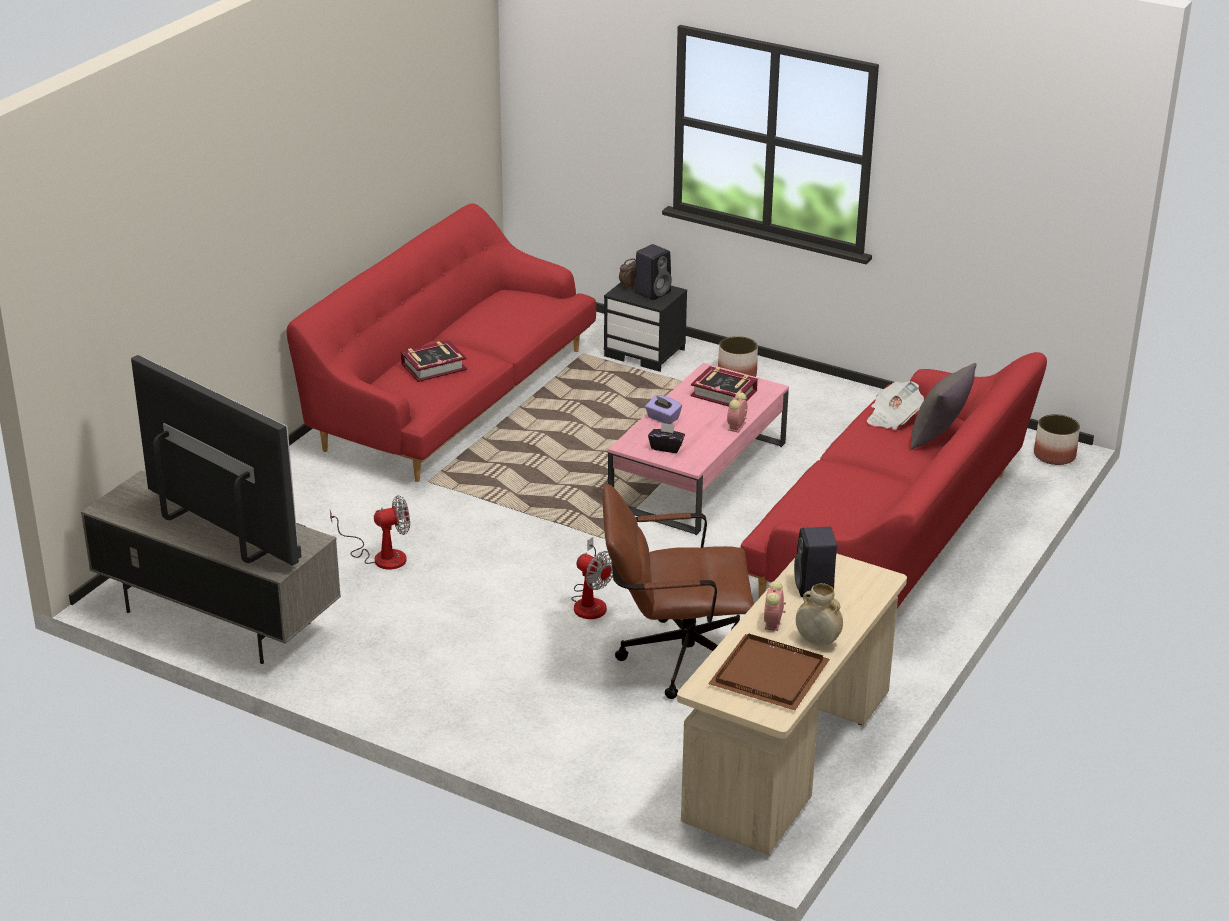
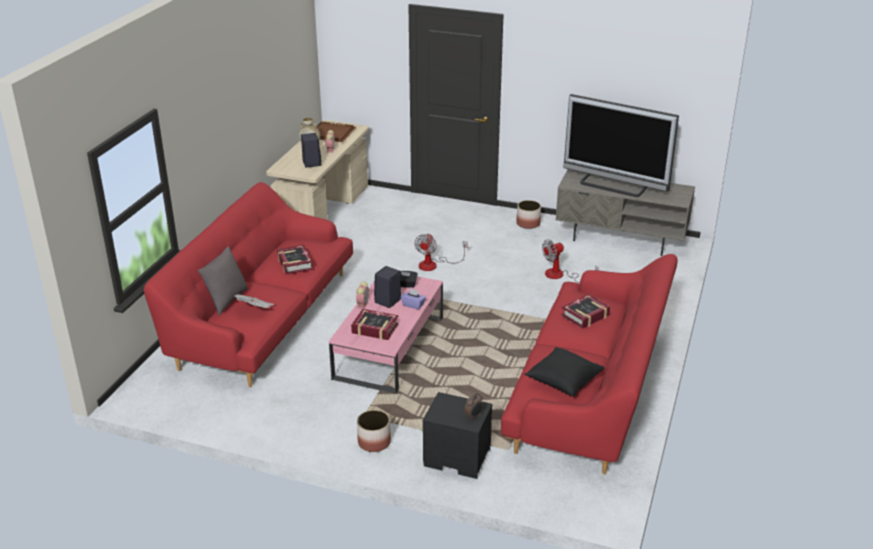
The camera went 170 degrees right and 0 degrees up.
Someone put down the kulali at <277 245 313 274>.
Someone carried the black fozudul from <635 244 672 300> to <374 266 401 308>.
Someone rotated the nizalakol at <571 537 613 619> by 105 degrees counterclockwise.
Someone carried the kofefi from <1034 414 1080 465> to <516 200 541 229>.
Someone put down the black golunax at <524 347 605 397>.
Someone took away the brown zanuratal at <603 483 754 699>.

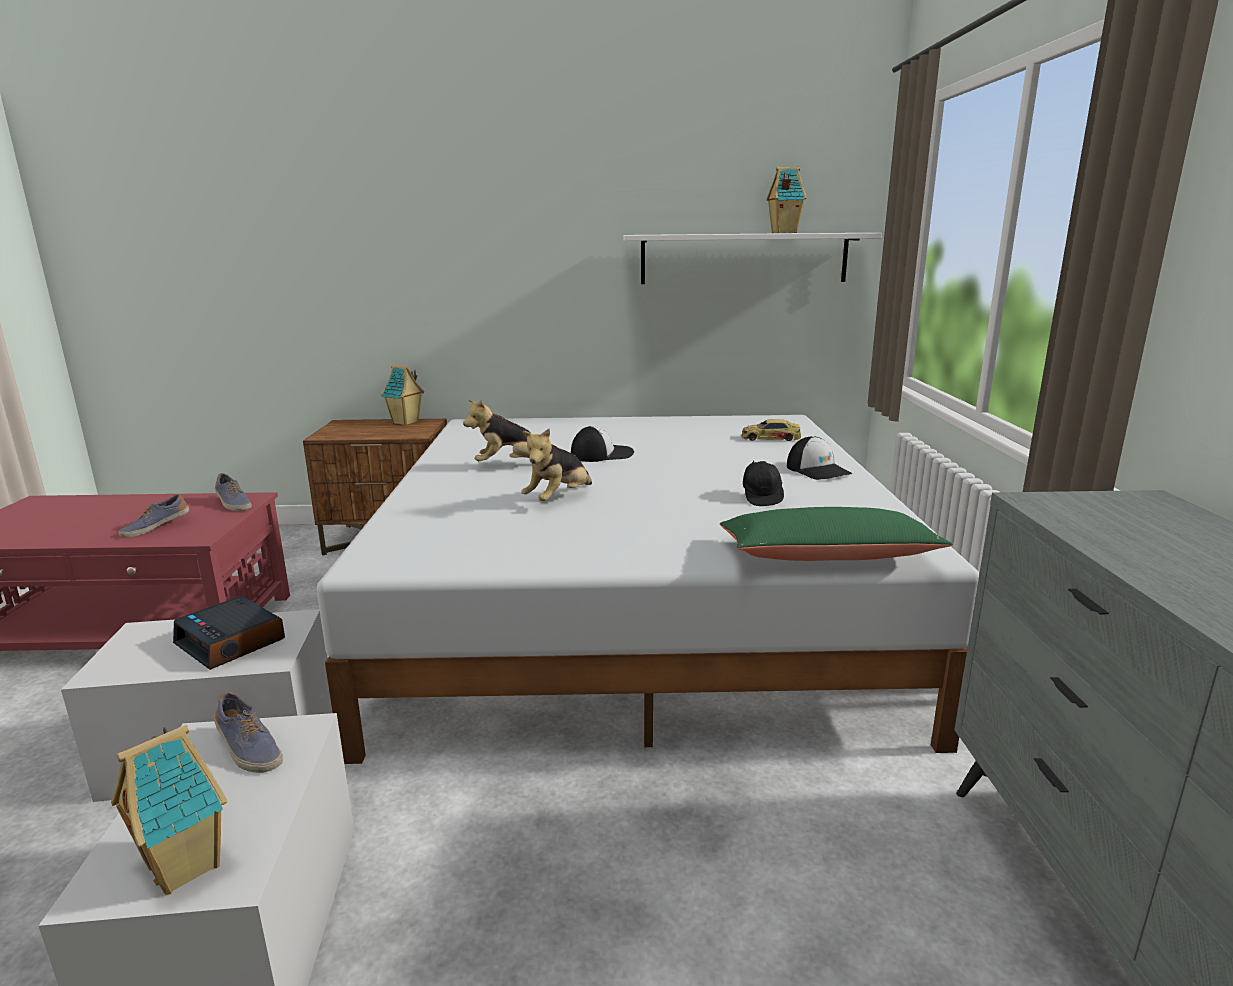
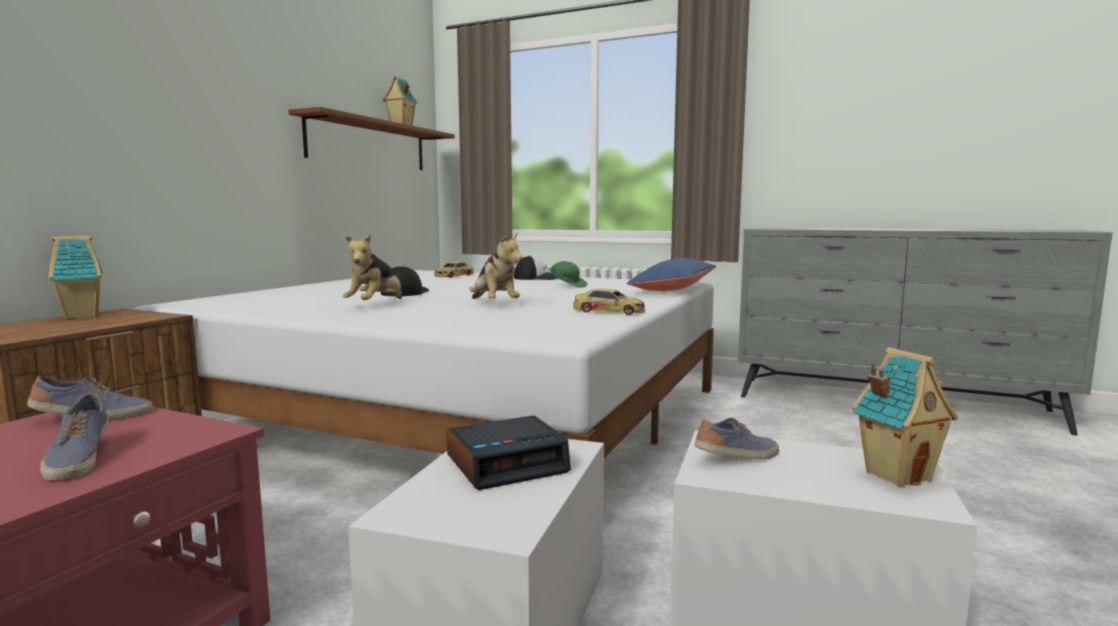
The camera went 65 degrees left and 10 degrees down.
Someone repainted the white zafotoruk at <623 233 882 284>, which became the brown zafotoruk at <288 107 455 170>.
Someone repainted the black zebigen at <743 460 784 506>, which became the green zebigen at <545 261 587 288>.
Someone put down the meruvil at <573 289 645 315>.
Someone repainted the green golunax at <720 507 953 561>, which became the blue golunax at <627 258 717 291>.

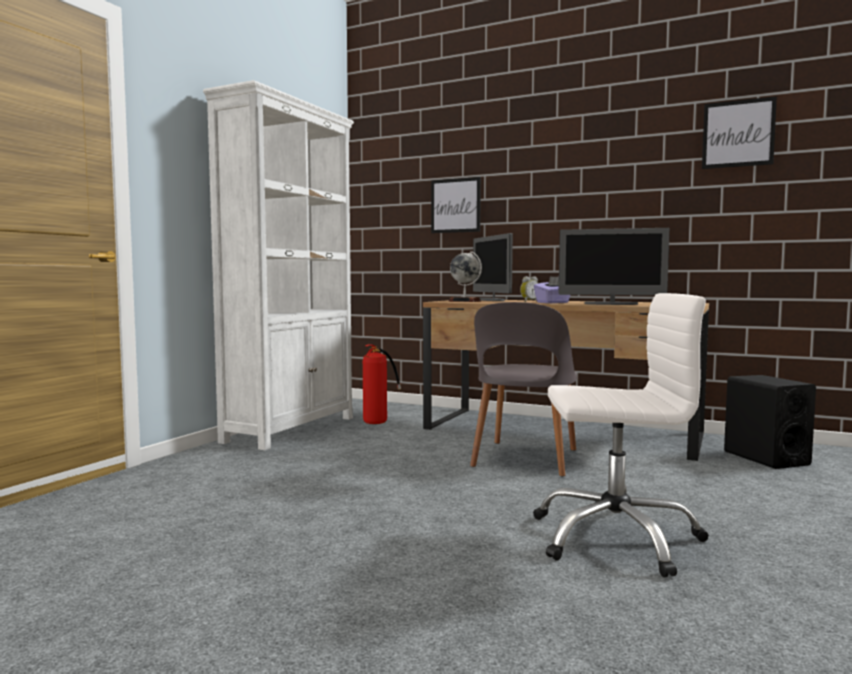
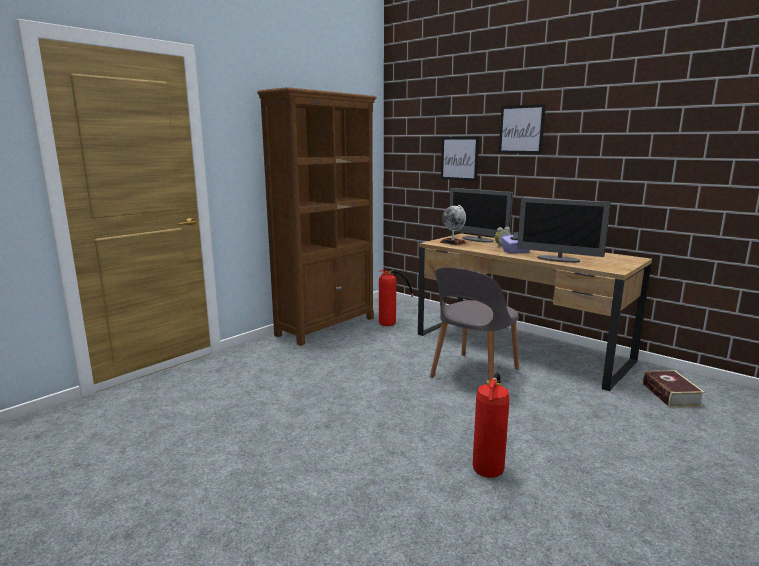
The camera went 15 degrees right and 10 degrees up.
Someone repainted the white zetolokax at <203 80 354 450>, which became the brown zetolokax at <257 87 377 346>.
Someone rotated the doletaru at <473 233 513 301> by 45 degrees counterclockwise.
Someone swapped the white zanuratal at <533 293 709 578> for the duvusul at <473 373 510 478>.
Someone carried the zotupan from <702 96 777 169> to <499 104 546 154>.
Someone swapped the black fozudul at <724 375 816 469> for the kulali at <643 371 705 407>.

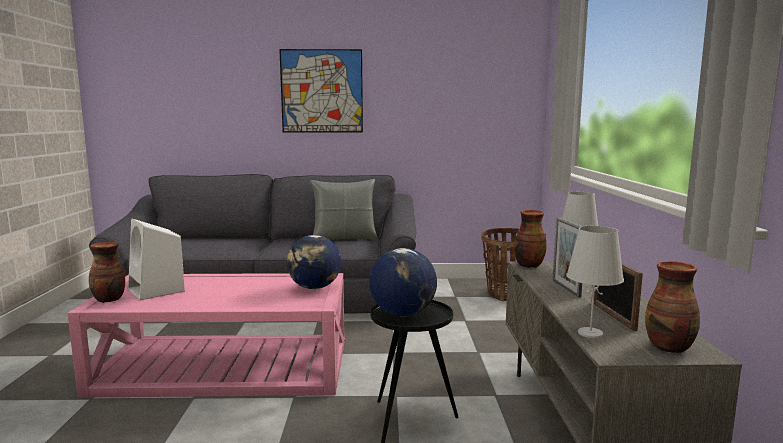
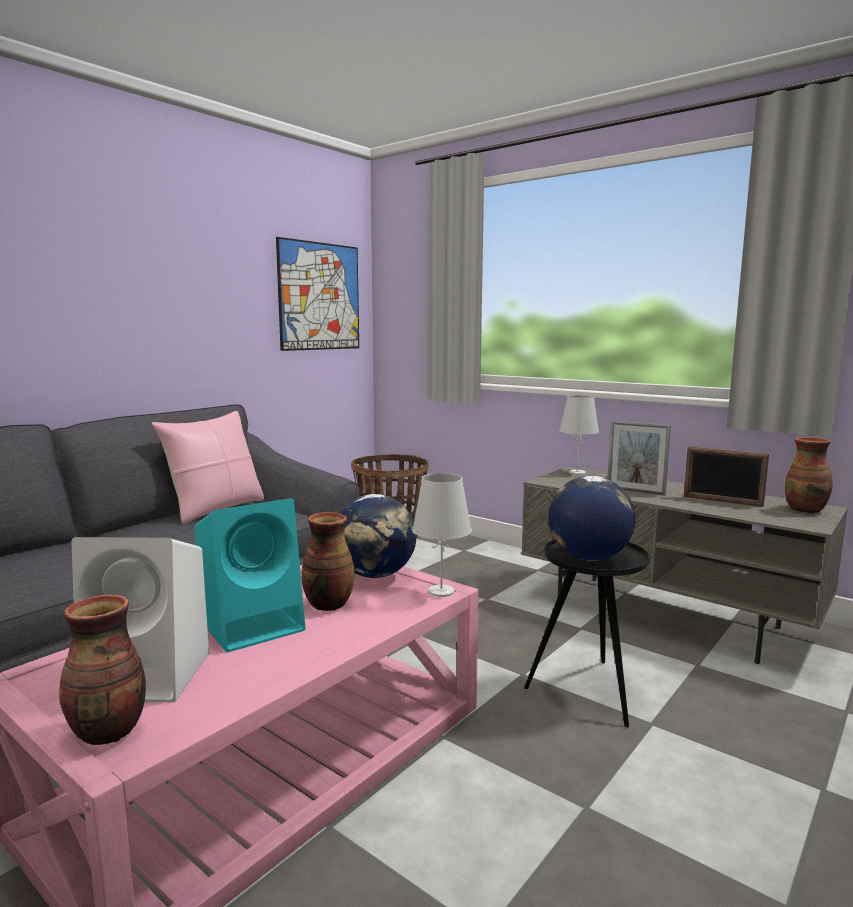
The camera went 50 degrees left and 0 degrees up.
Someone repainted the grey golunax at <310 179 378 240>, which became the pink golunax at <152 411 264 524>.
Someone put down the turquoise fozudul at <194 498 306 653>.
Someone carried the zotupan from <279 49 363 133> to <276 237 359 351>.
Someone carried the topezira from <514 210 547 268> to <301 512 355 611>.
Someone carried the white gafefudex from <566 226 624 338> to <412 473 472 597>.

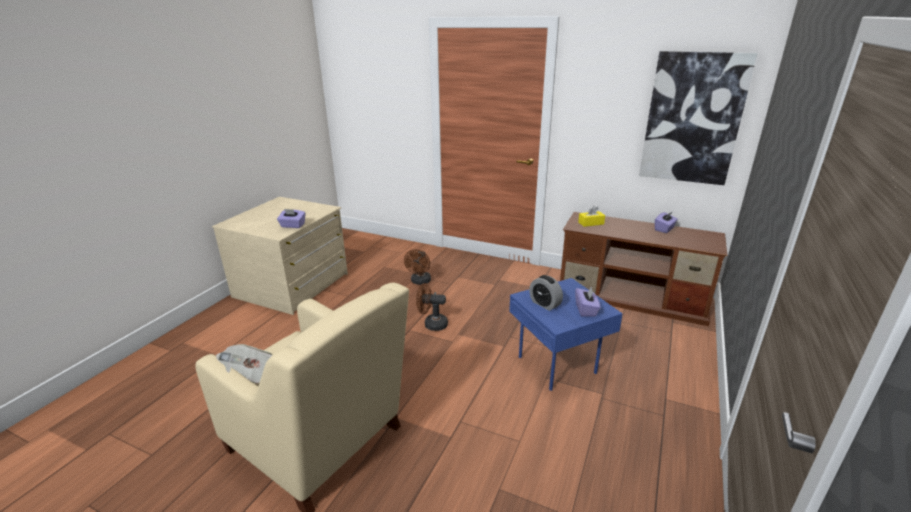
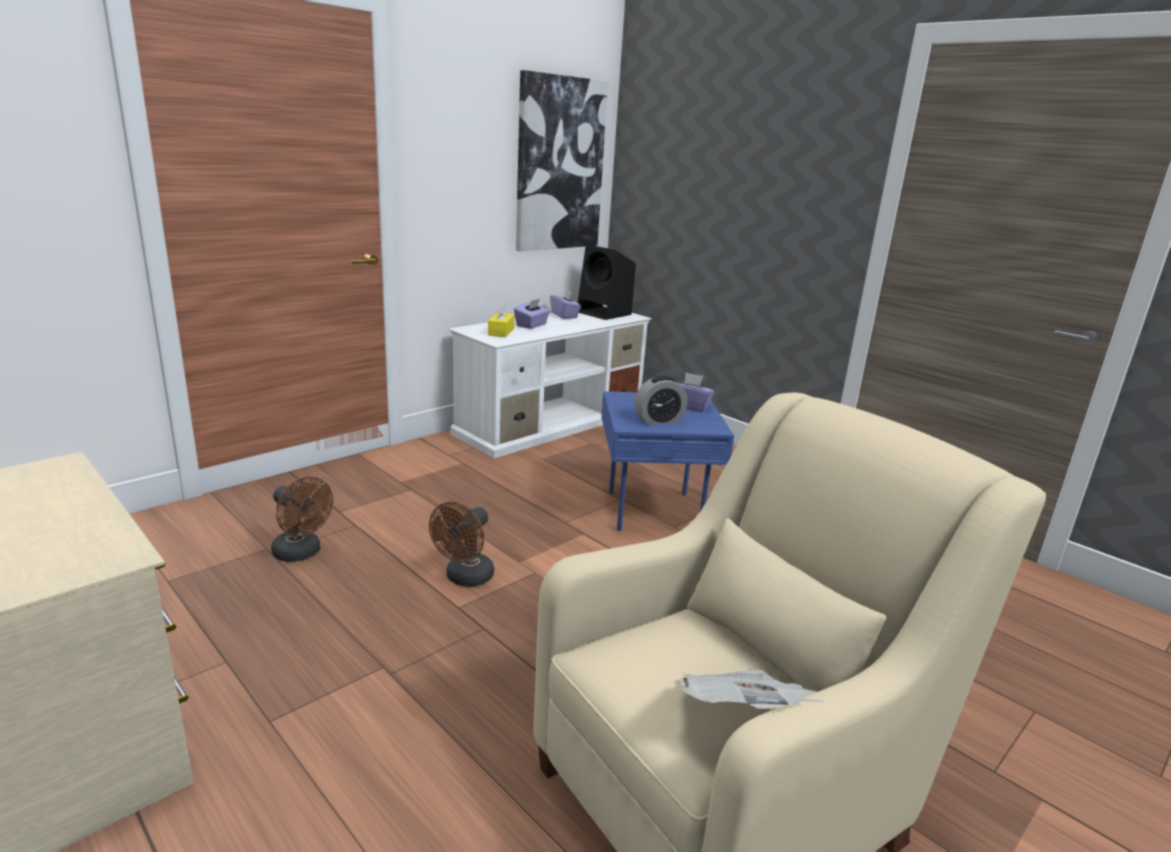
The camera went 70 degrees left and 5 degrees down.
Someone repainted the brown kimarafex at <560 212 727 326>, which became the white kimarafex at <449 305 651 458>.
Someone carried the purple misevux from <277 209 306 228> to <514 299 550 329>.
Someone put down the black fozudul at <578 244 636 320>.

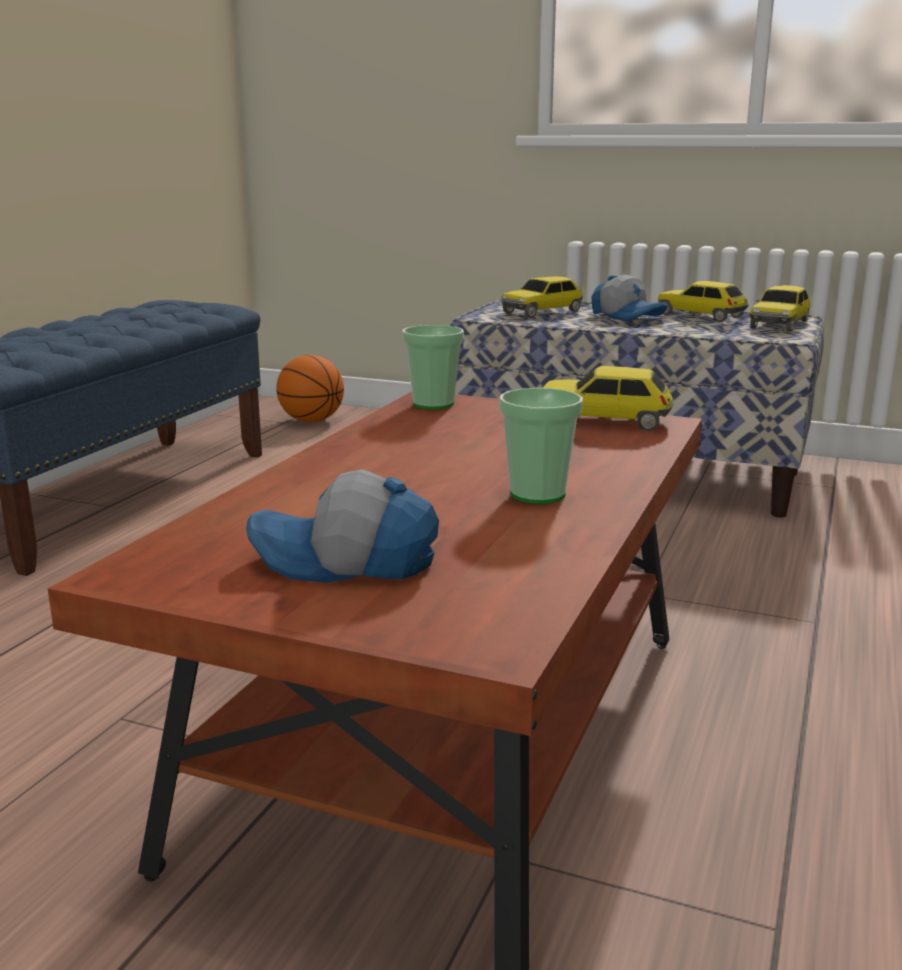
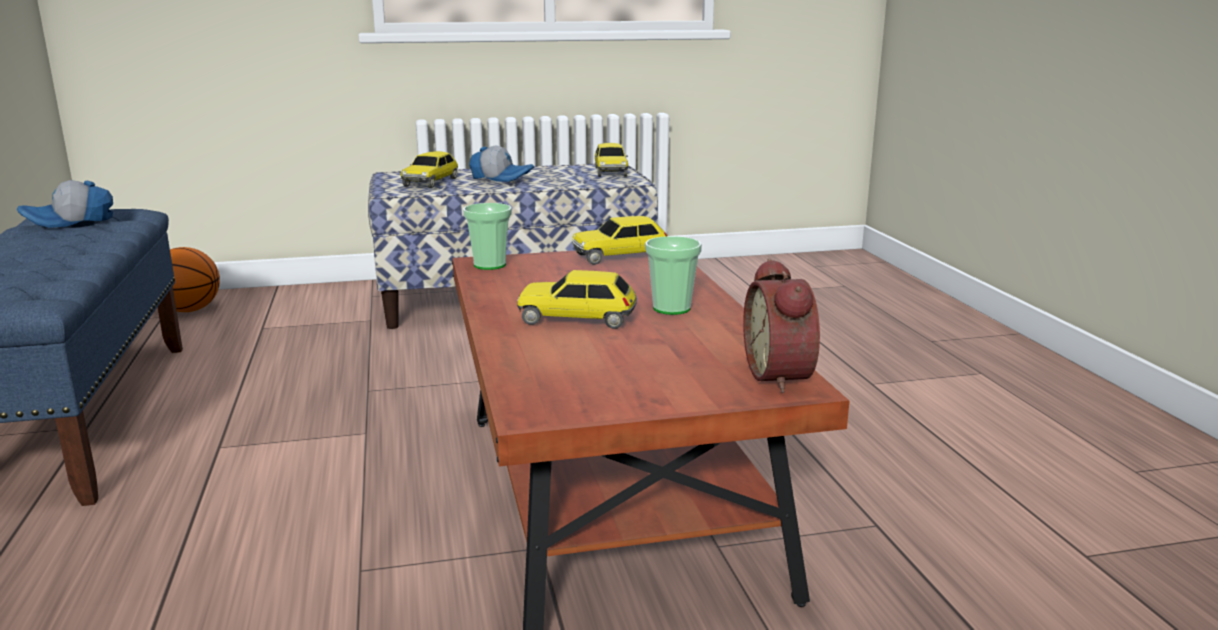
The camera went 35 degrees left and 0 degrees up.
Someone carried the zebigen from <246 469 439 583> to <17 180 113 228>.
Someone carried the meruvil from <658 281 749 322> to <517 270 637 329>.
Someone put down the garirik at <743 258 820 393>.

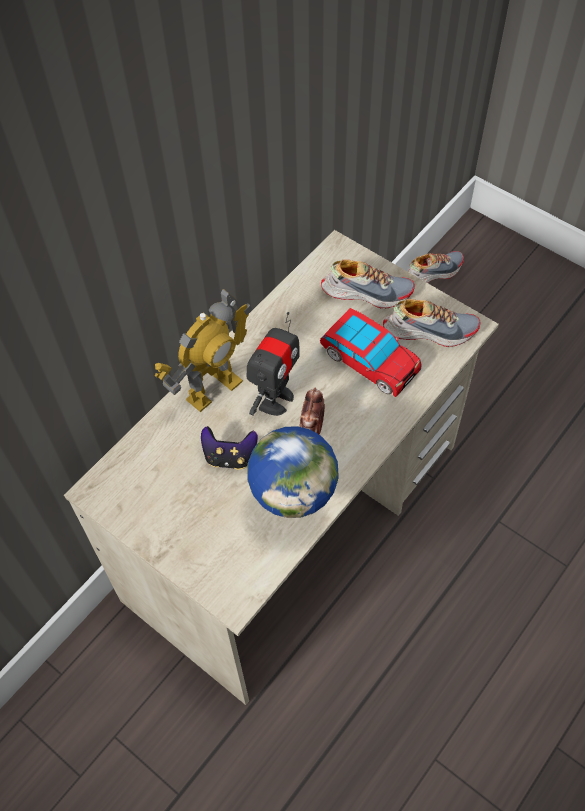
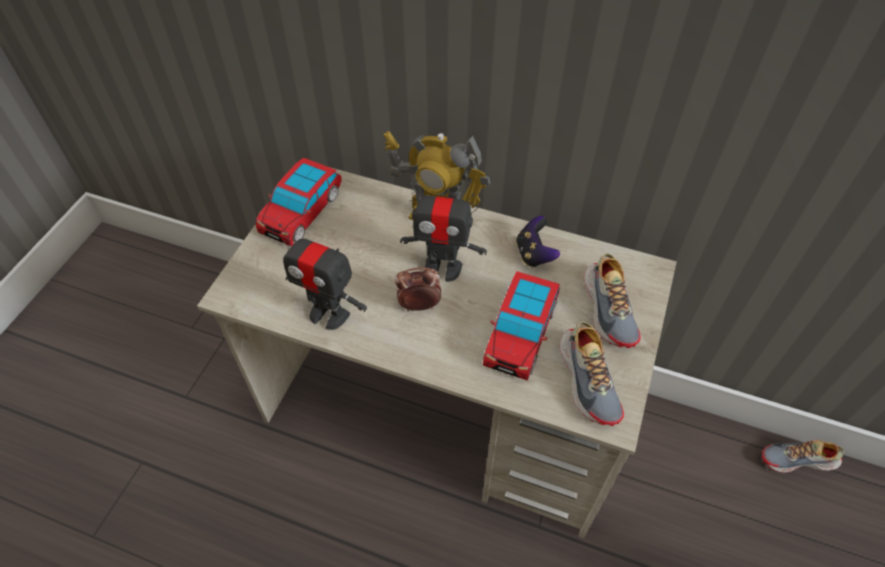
The camera went 70 degrees right and 5 degrees down.
Someone put down the meruvil at <256 158 342 246>.
Someone swapped the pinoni at <247 426 339 518> for the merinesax at <278 224 367 330>.
Someone carried the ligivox from <201 426 258 470> to <516 216 560 268>.
Someone rotated the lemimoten at <408 251 464 283> by 135 degrees clockwise.

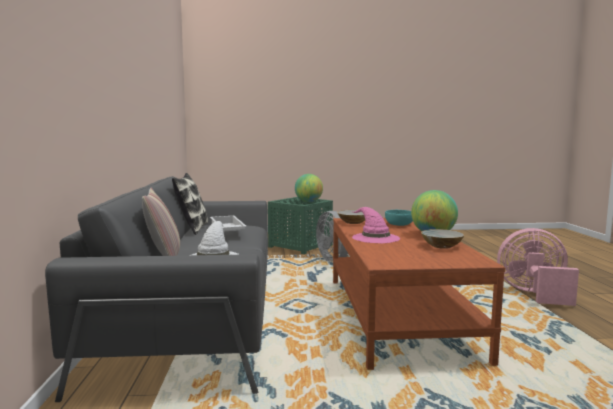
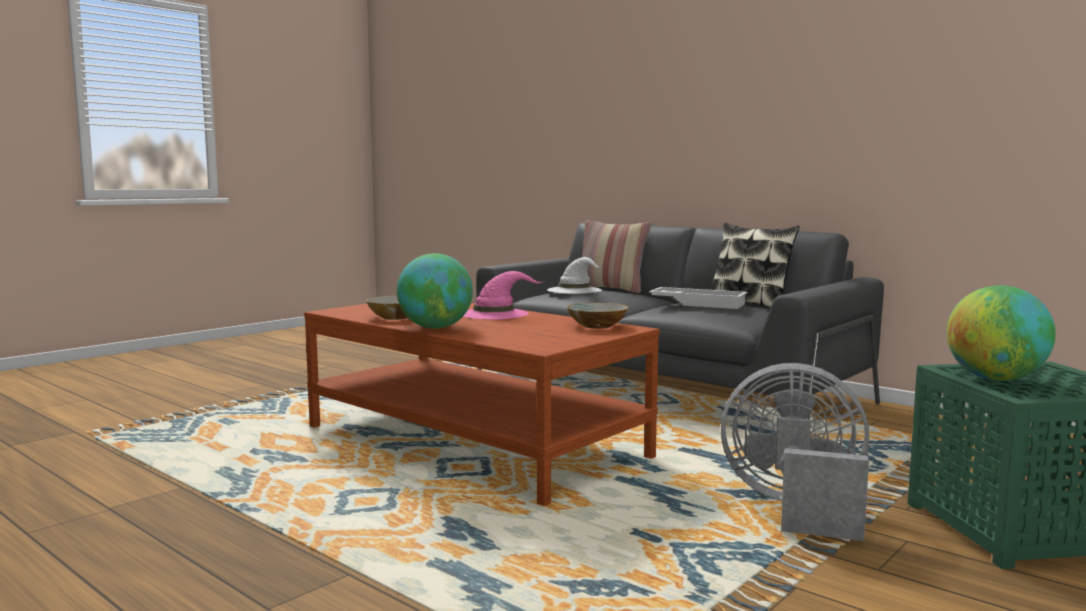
The camera went 135 degrees right and 0 degrees up.
Someone took away the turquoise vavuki at <385 210 413 226>.
Someone took away the pink nizalakol at <497 228 579 306>.

